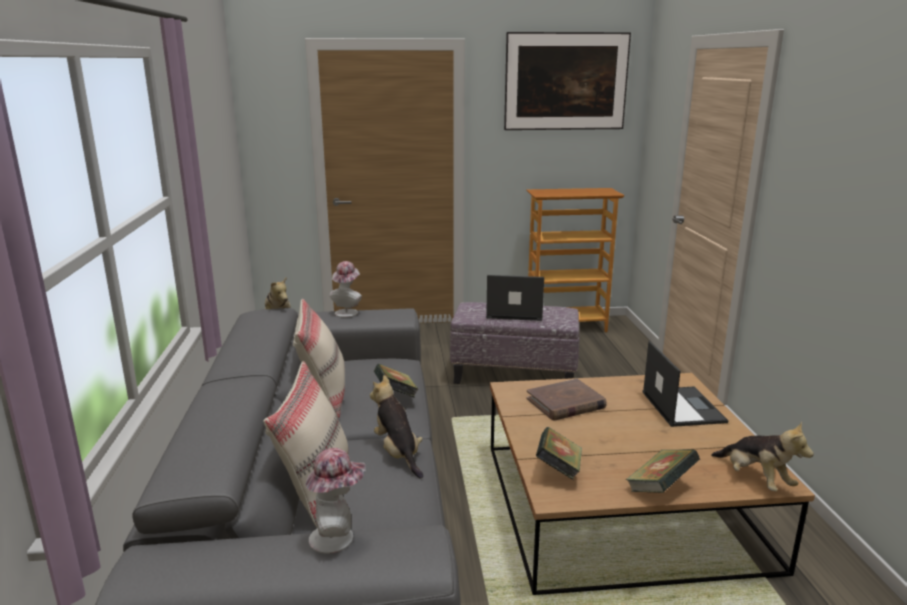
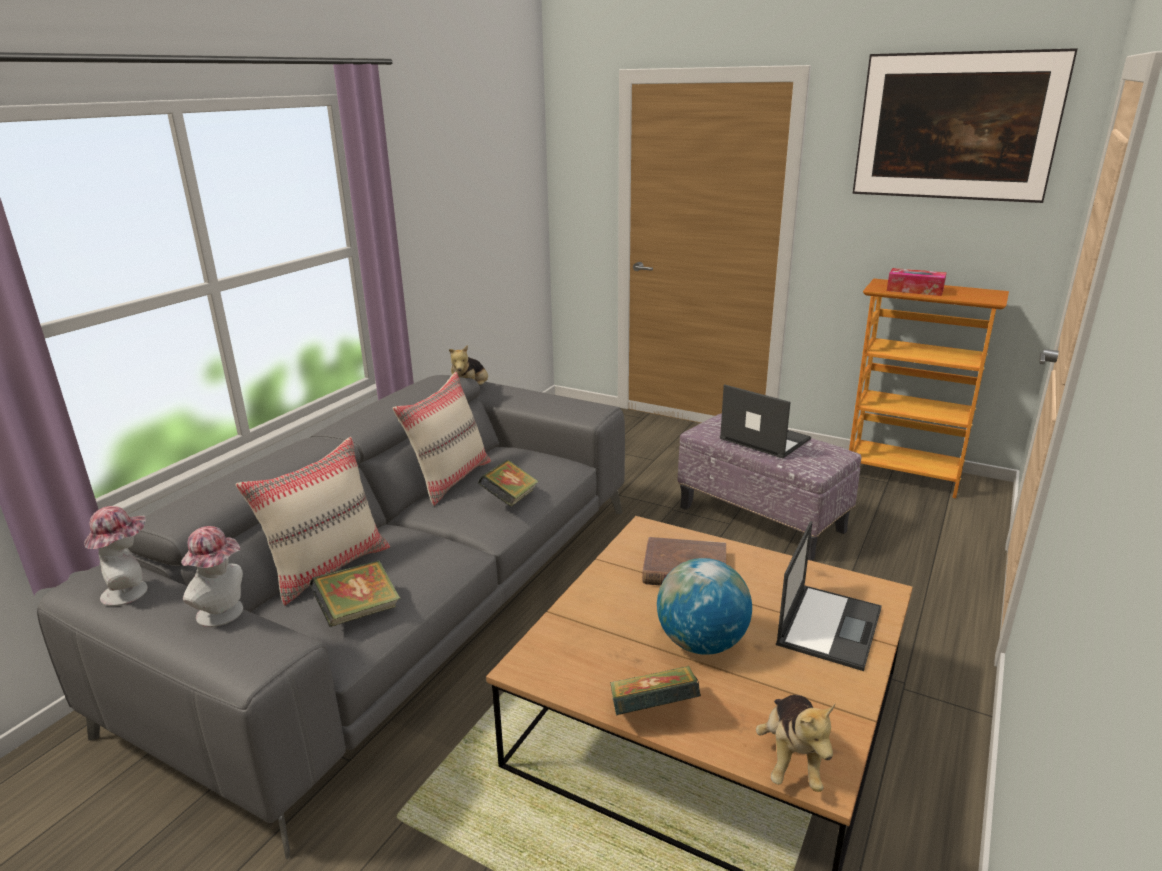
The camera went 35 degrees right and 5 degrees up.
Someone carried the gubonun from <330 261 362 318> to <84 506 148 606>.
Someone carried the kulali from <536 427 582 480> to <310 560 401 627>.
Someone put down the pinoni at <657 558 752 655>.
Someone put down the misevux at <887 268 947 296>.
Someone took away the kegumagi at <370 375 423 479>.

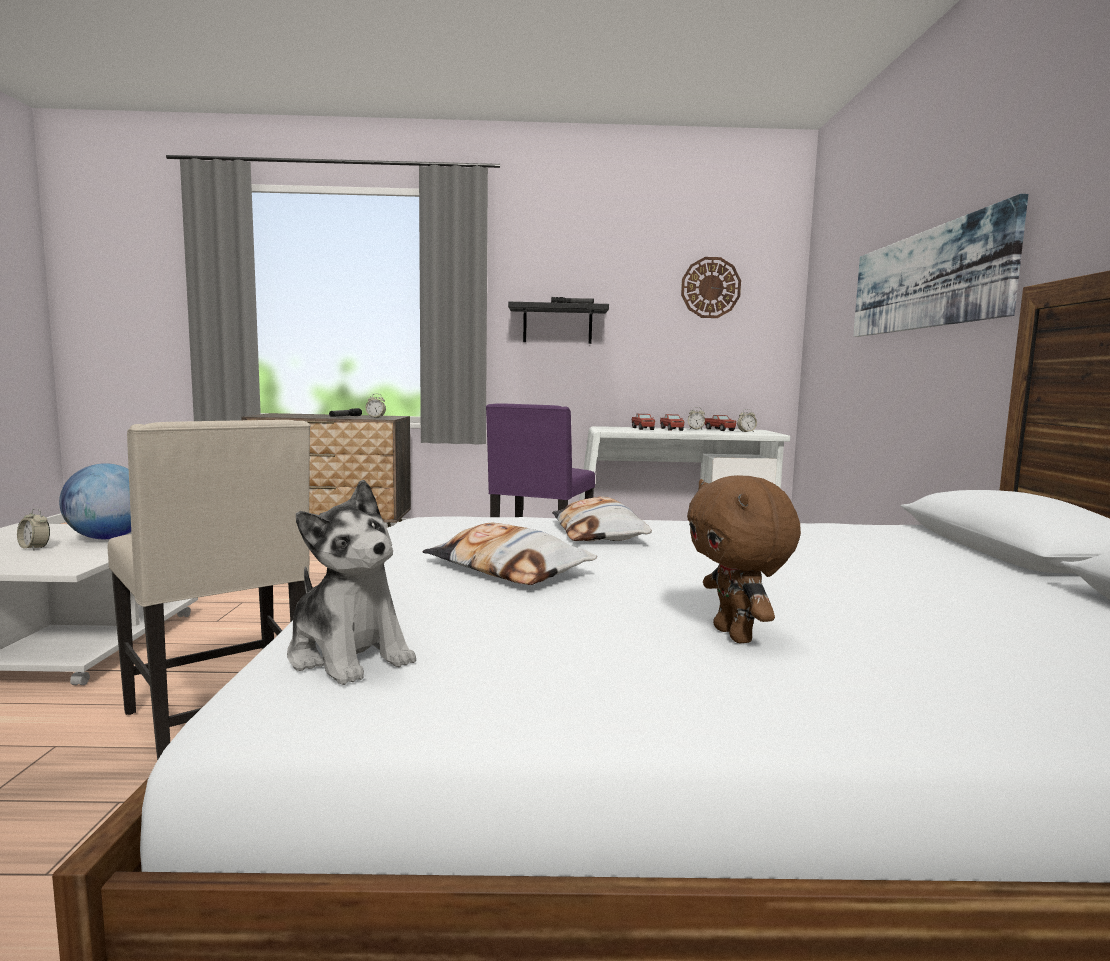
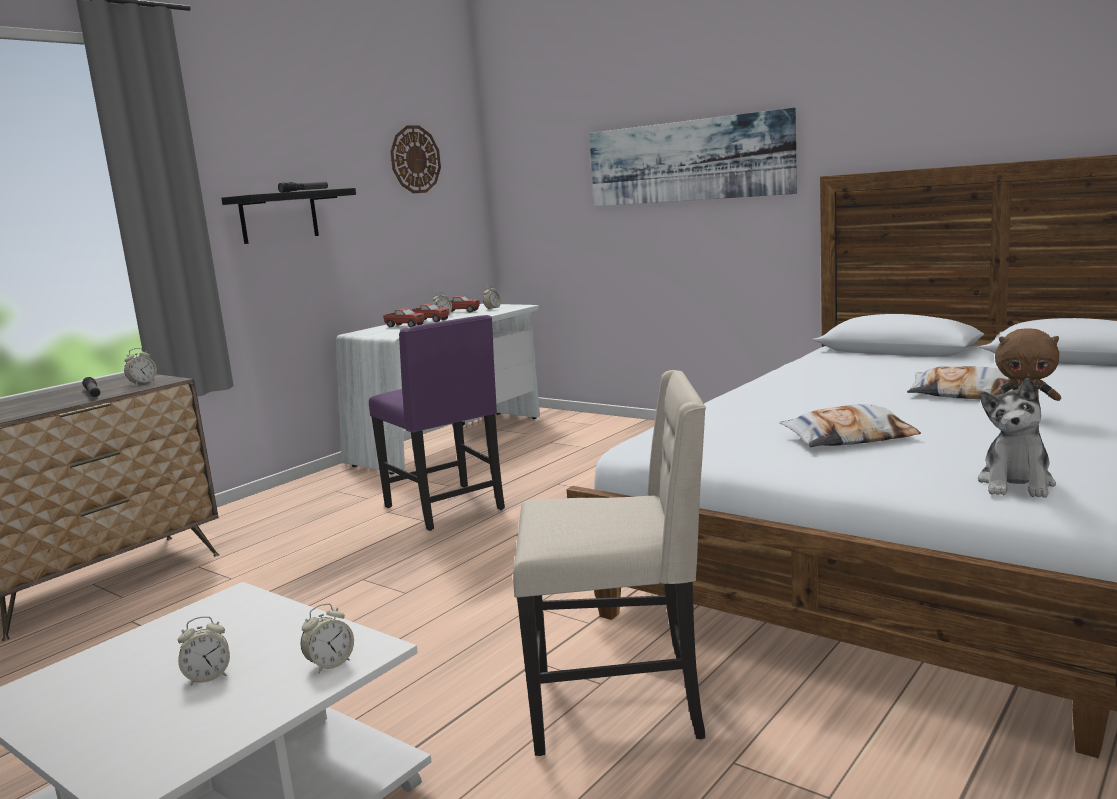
The camera went 50 degrees left and 5 degrees up.
Someone put down the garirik at <301 604 354 674>.
Someone carried the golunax from <552 496 652 541> to <907 366 1013 399>.
Someone rotated the kegumagi at <287 480 416 685> by 120 degrees clockwise.
Someone took away the pinoni at <59 463 131 539>.

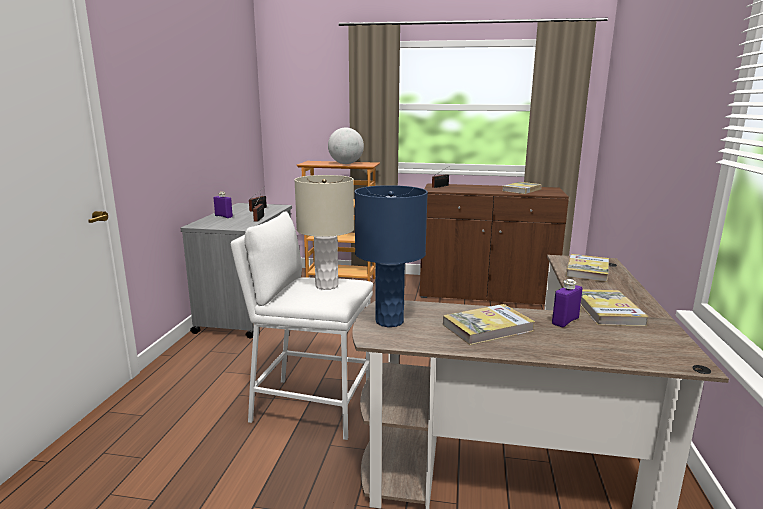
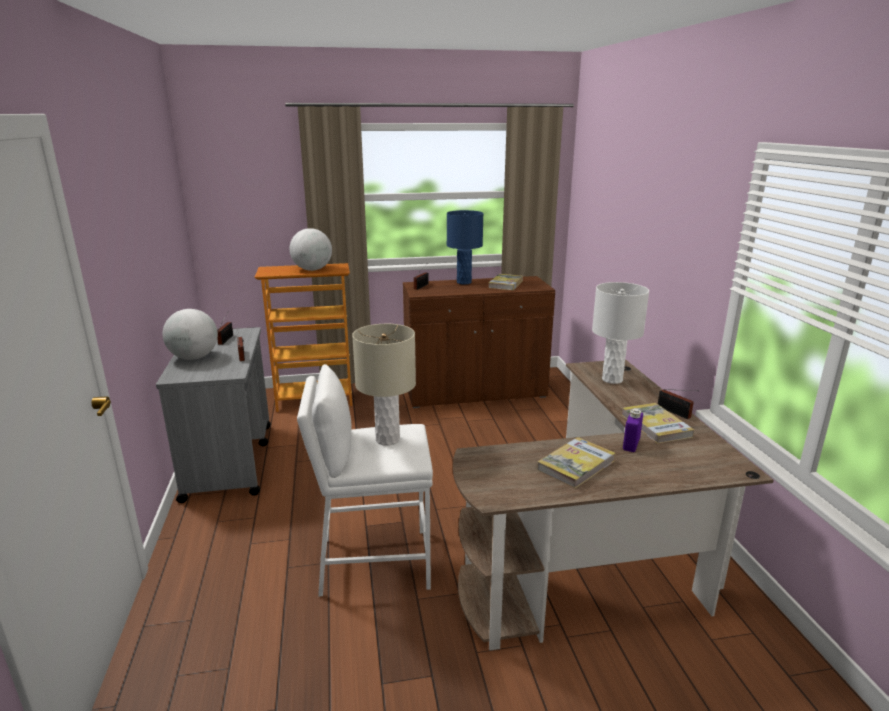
The camera went 20 degrees left and 5 degrees up.
Someone swapped the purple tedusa at <214 192 233 218> for the pinoni at <162 309 218 360>.
Someone carried the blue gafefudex from <354 185 428 327> to <447 210 484 284>.
Someone swapped the kulali at <566 254 609 282> for the white gafefudex at <592 282 649 384>.
Someone put down the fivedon at <658 389 699 419>.

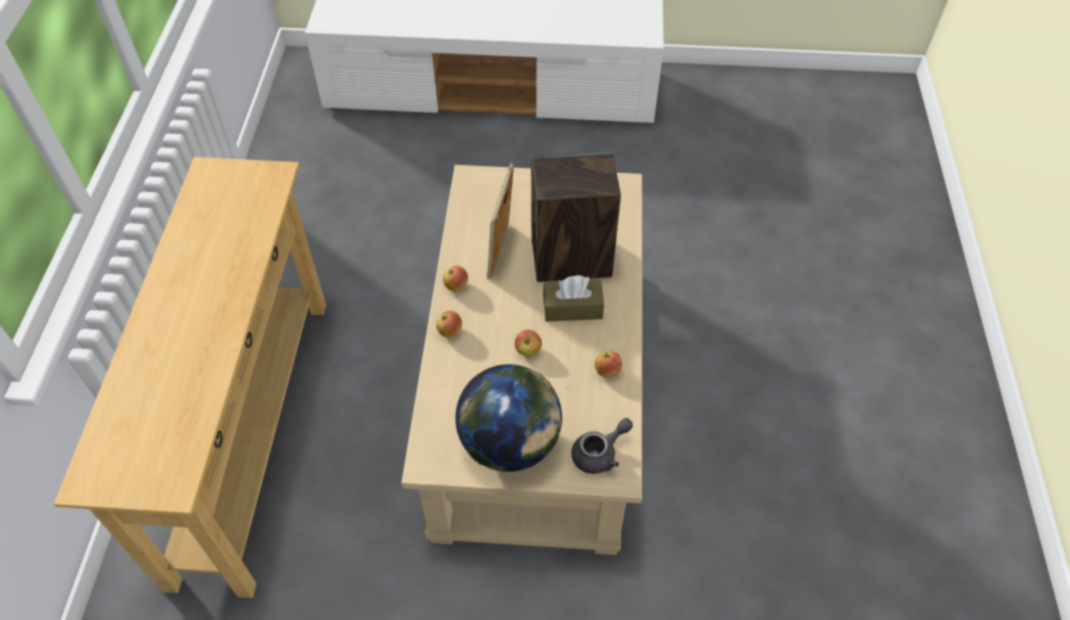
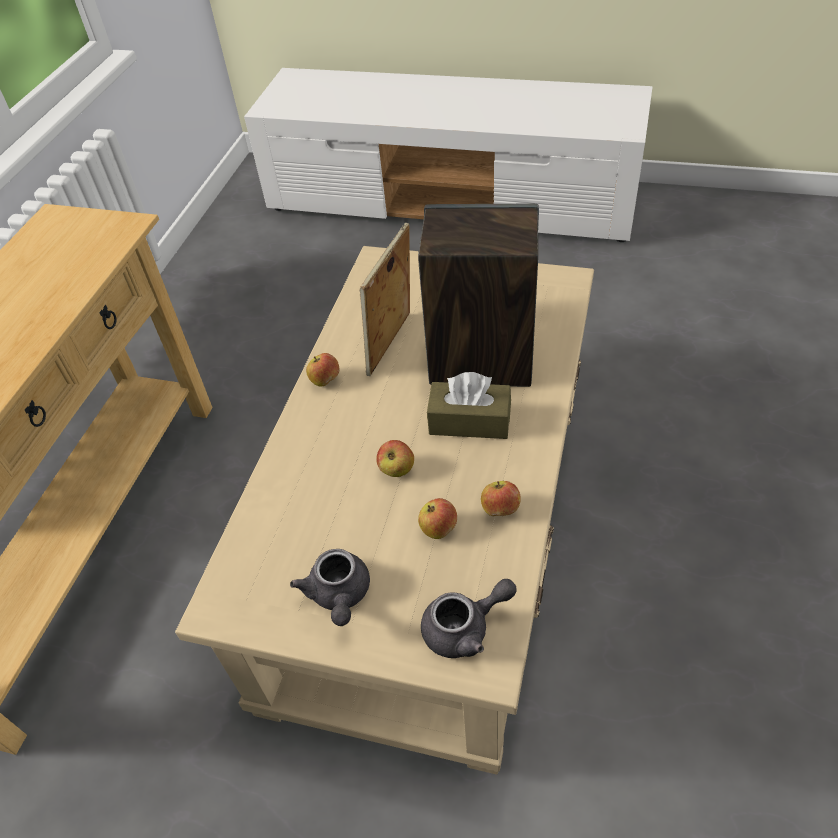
The camera went 15 degrees right and 5 degrees down.
Someone swapped the pinoni at <455 364 562 472> for the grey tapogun at <290 549 370 626>.
Someone carried the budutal from <436 311 462 338> to <418 498 457 539>.

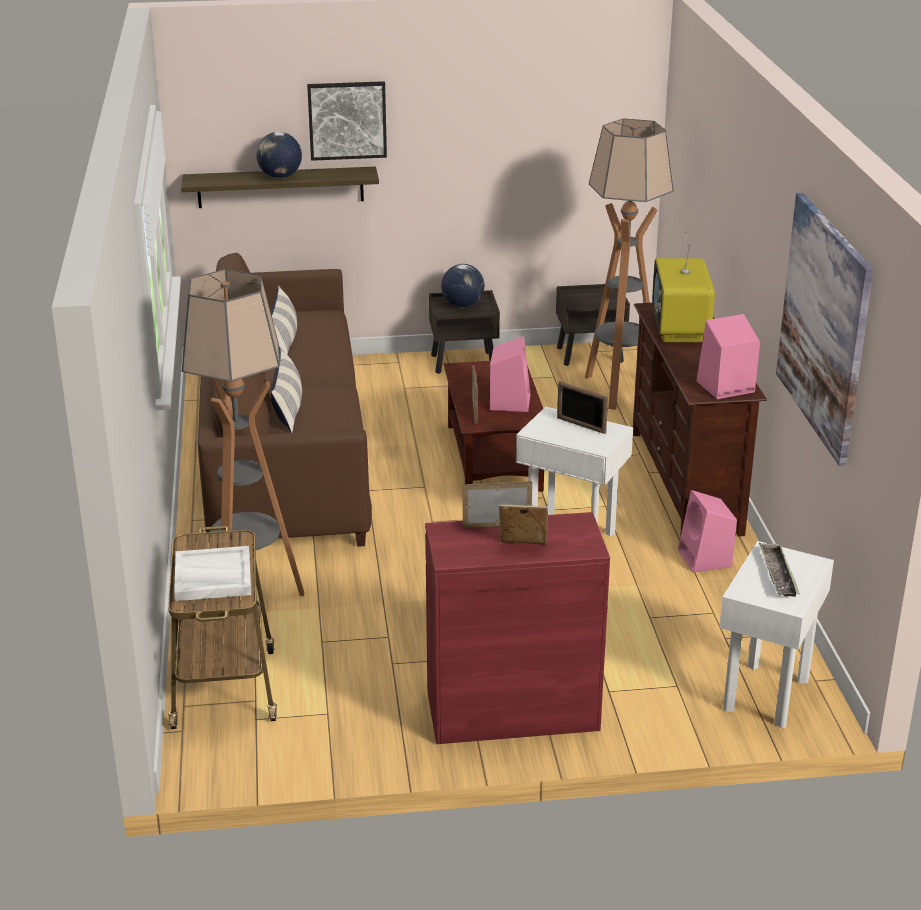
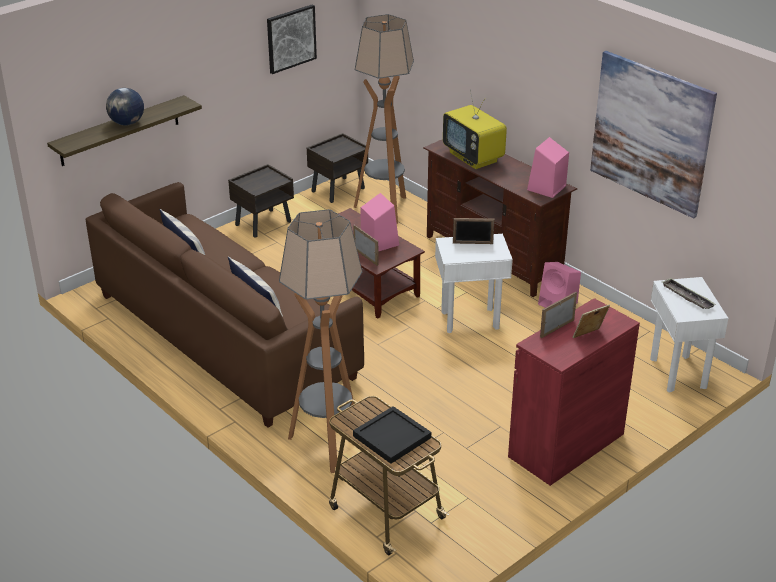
The camera went 35 degrees left and 5 degrees up.
Someone carried the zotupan from <307 81 387 161> to <267 4 317 74>.
Someone repainted the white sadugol at <174 546 251 601>, which became the black sadugol at <353 406 431 464>.
Someone took away the pinoni at <441 264 485 307>.

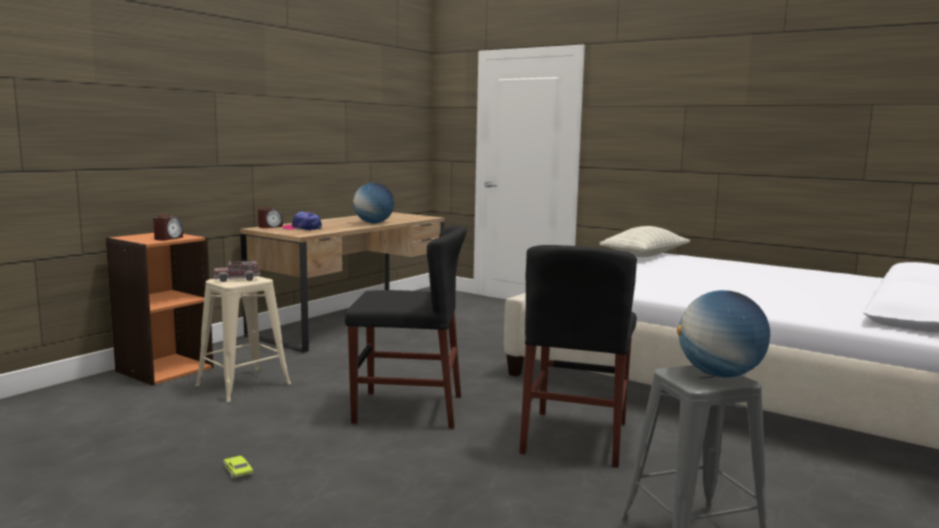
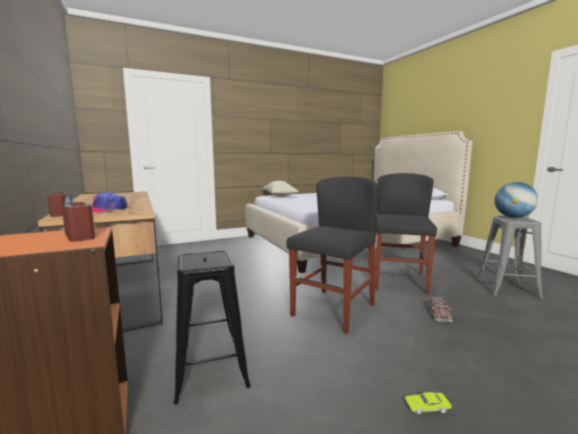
The camera went 60 degrees left and 0 degrees up.
Someone repainted the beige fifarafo at <196 276 291 402>, which became the black fifarafo at <173 251 251 405>.
Someone rotated the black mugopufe at <519 245 637 468> by 120 degrees counterclockwise.
Someone carried the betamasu from <214 260 260 282> to <427 296 453 322>.
Someone took away the pinoni at <353 183 394 223>.

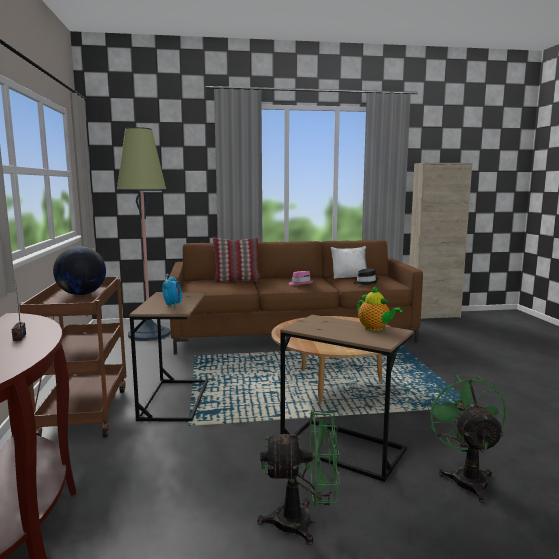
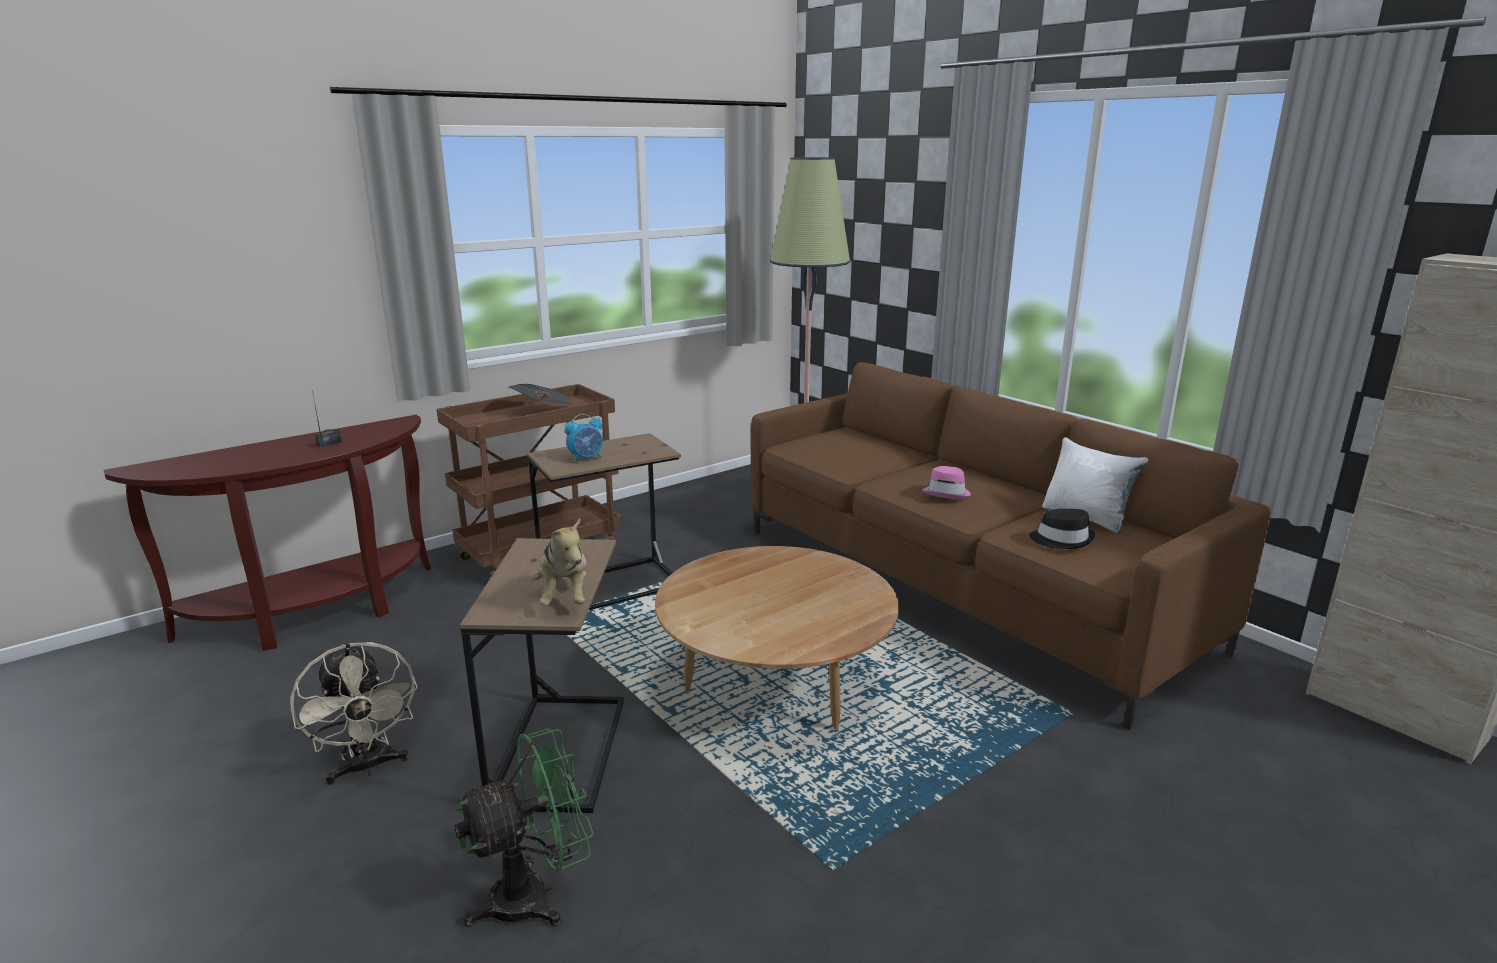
The camera went 60 degrees right and 10 degrees up.
Someone repainted the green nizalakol at <257 410 340 545>, which became the beige nizalakol at <290 642 418 785>.
Someone swapped the pinoni at <53 246 106 295> for the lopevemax at <508 384 573 404>.
Someone swapped the tapogun at <357 286 403 331> for the kegumagi at <530 519 587 605>.
Someone took away the golunax at <213 237 261 282>.

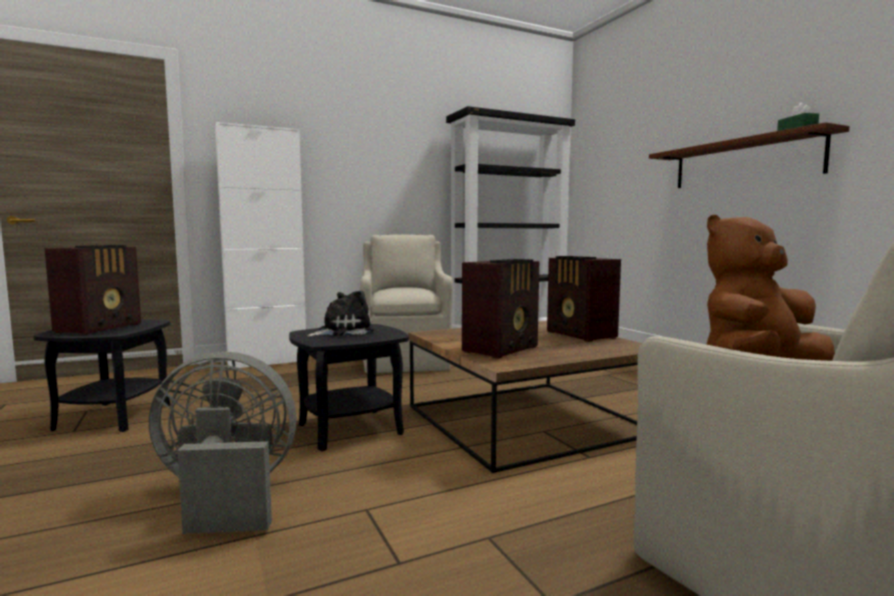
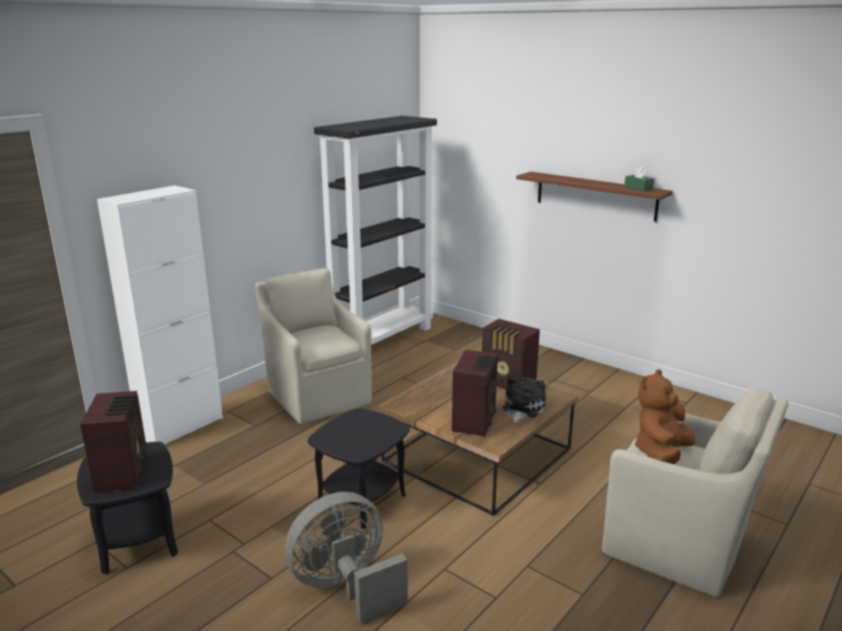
The camera went 25 degrees left and 15 degrees up.
Someone carried the kegumagi from <307 290 375 337> to <502 376 546 423>.

